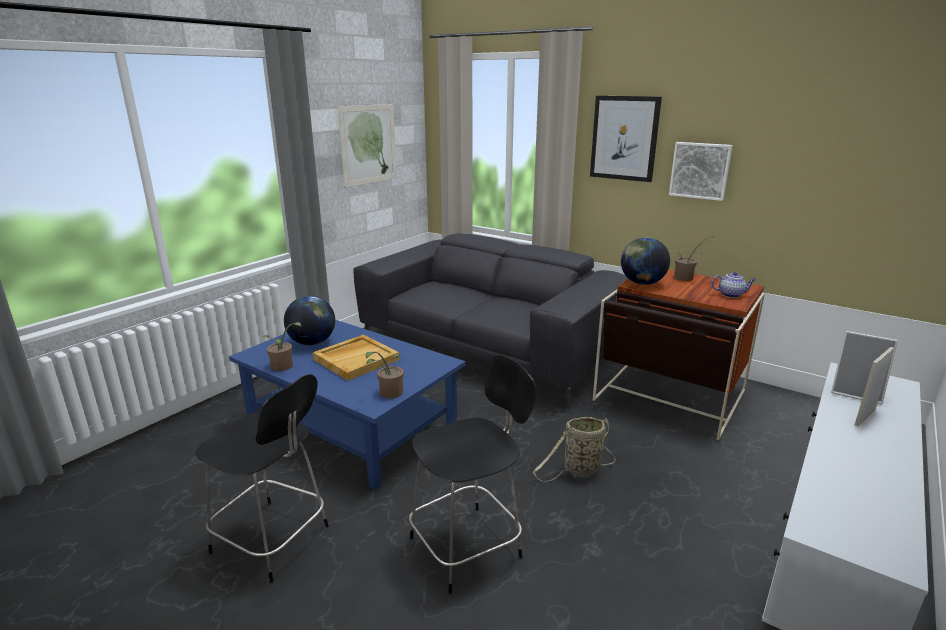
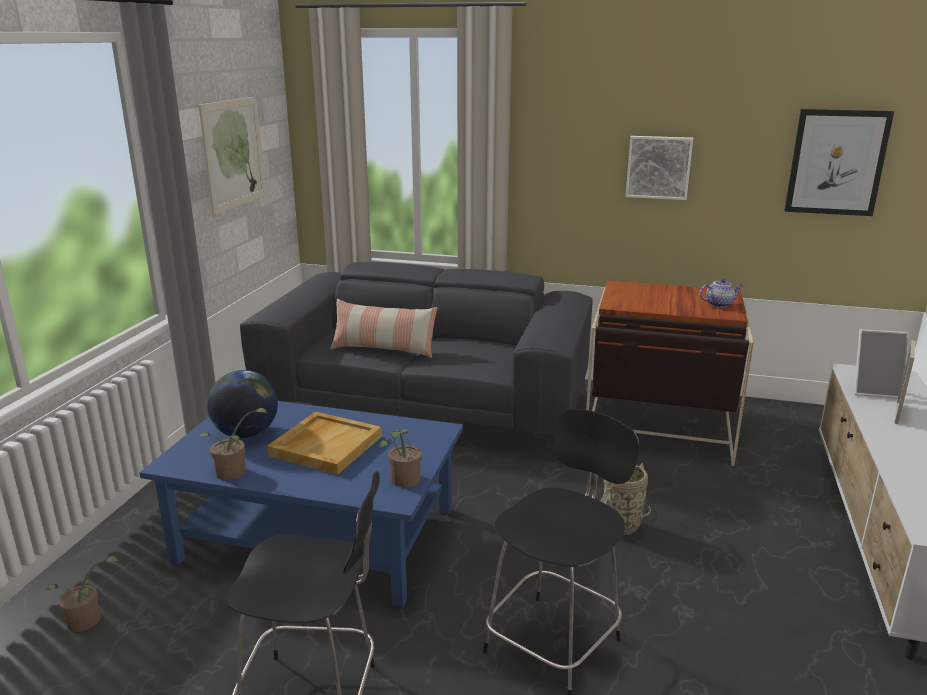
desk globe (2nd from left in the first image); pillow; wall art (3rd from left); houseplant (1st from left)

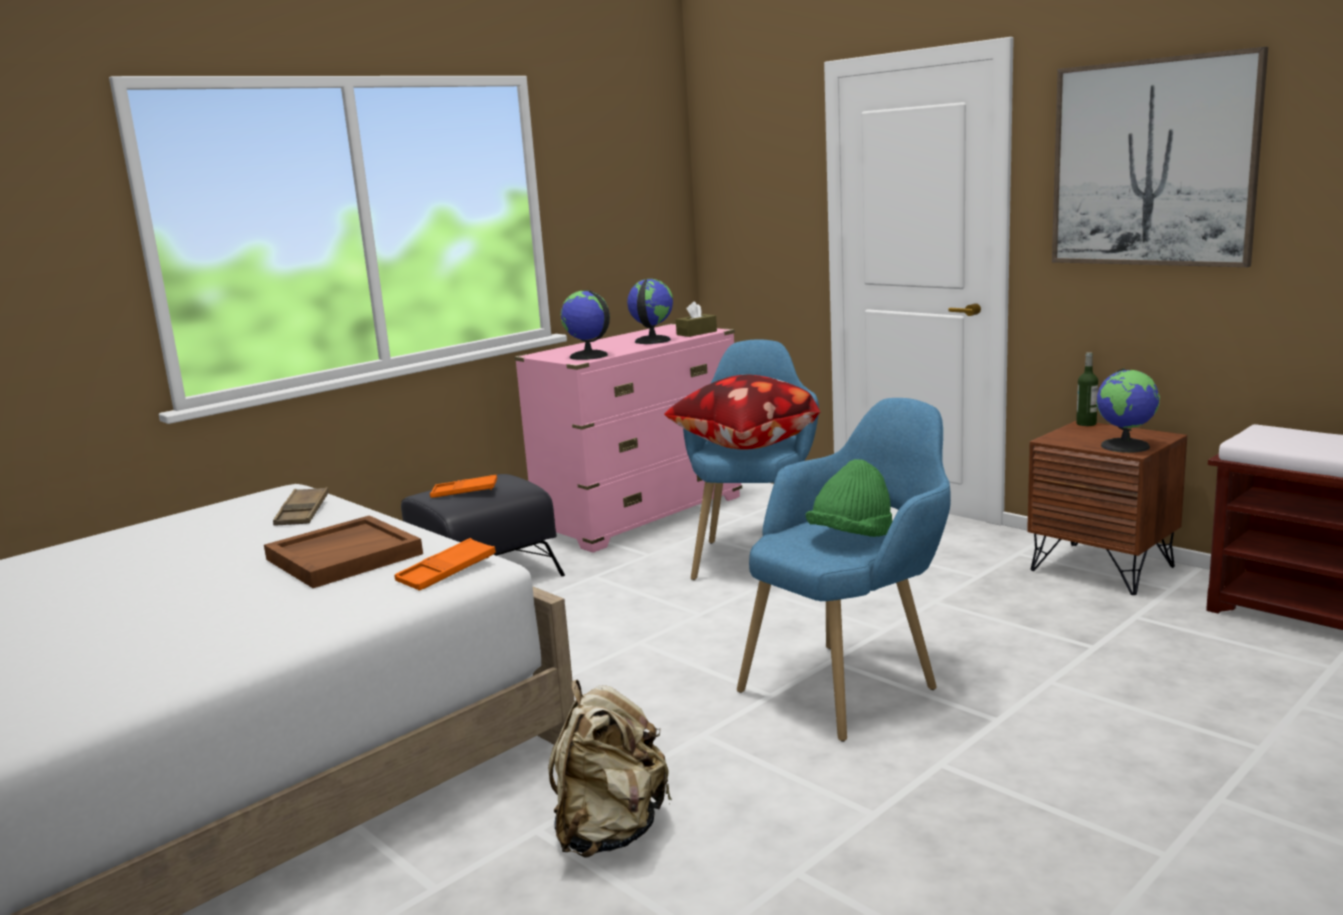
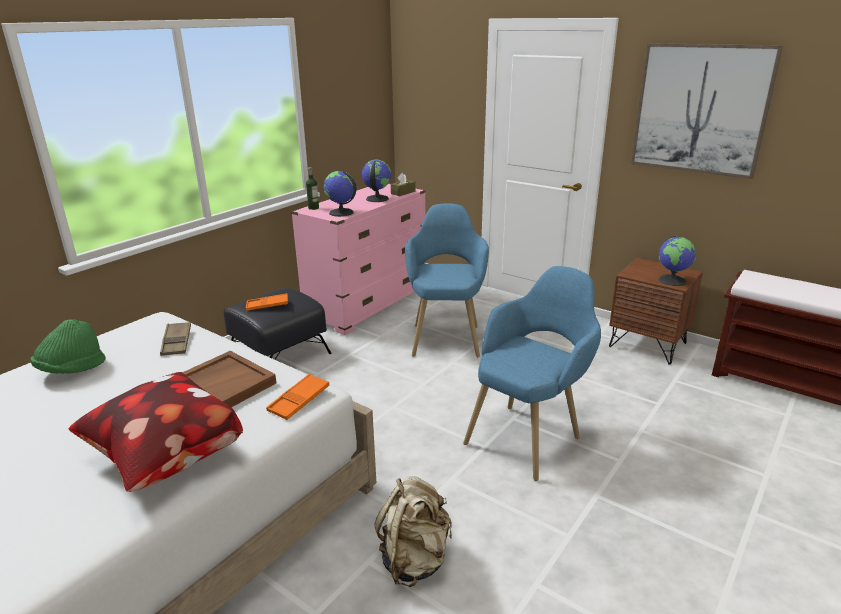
pillow; green-coloured wearable hat; drink bottle

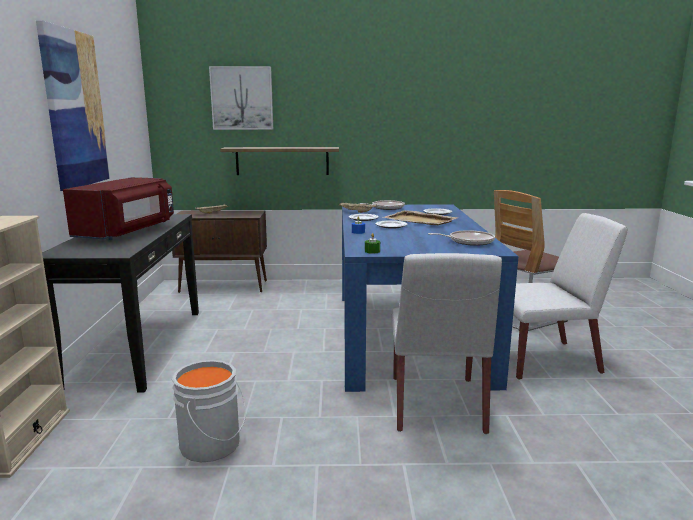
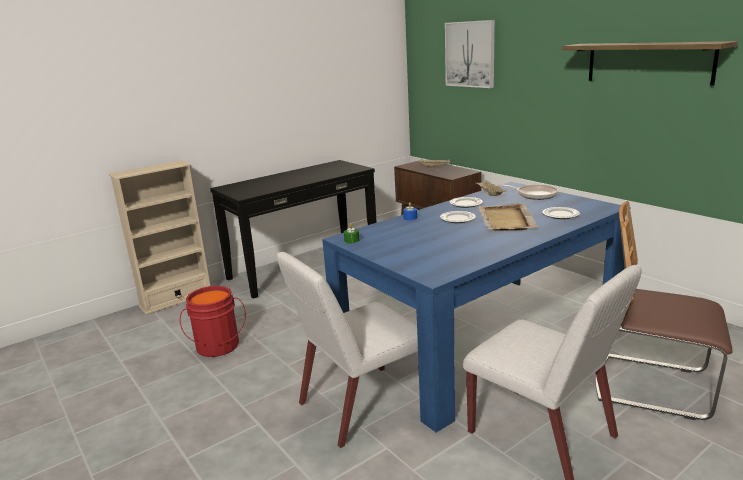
wall art (1st from left in the first image); reddish microwave oven; pan (2nd from left in the first image); bracket shelf; reddish water bucket

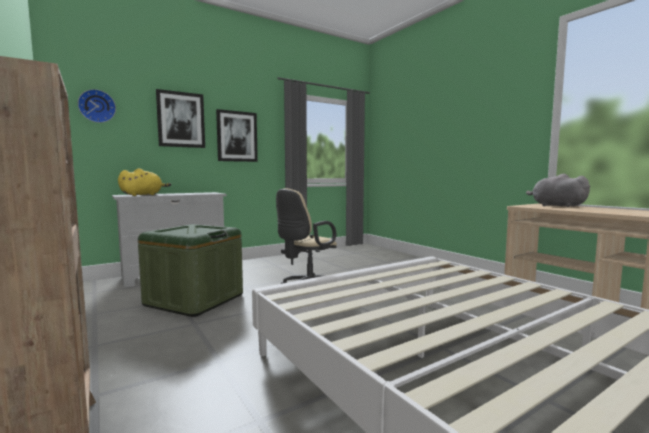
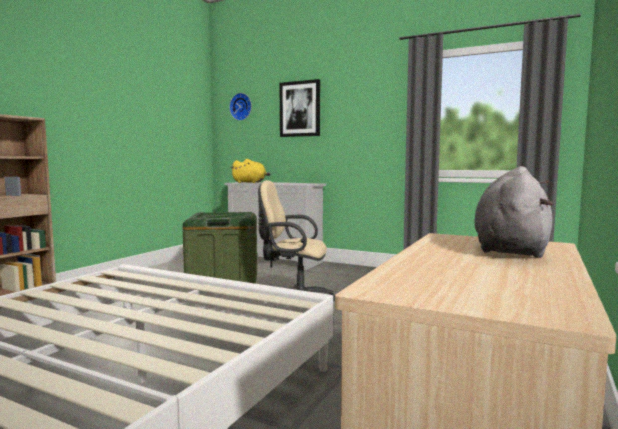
wall art (2nd from left in the first image)

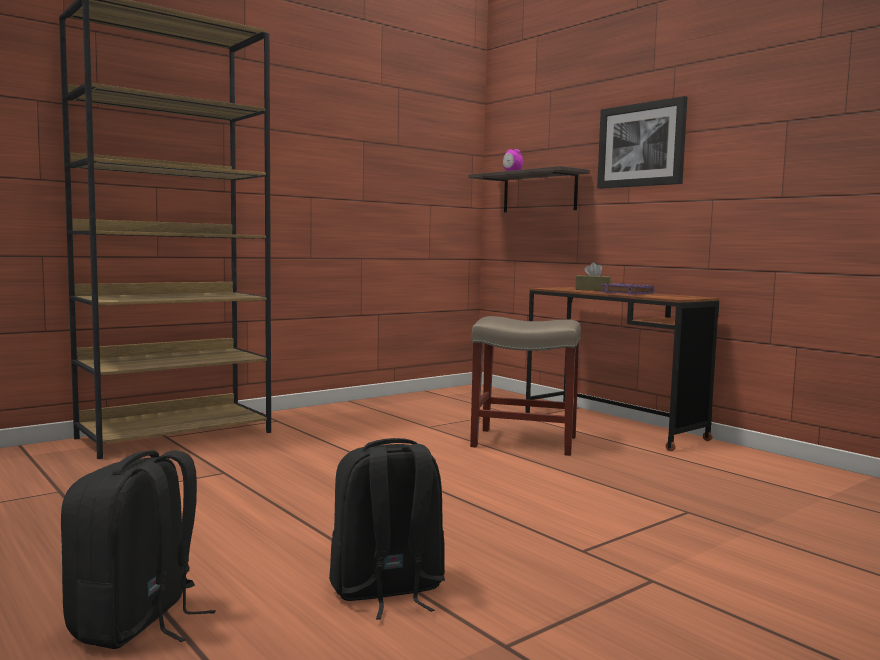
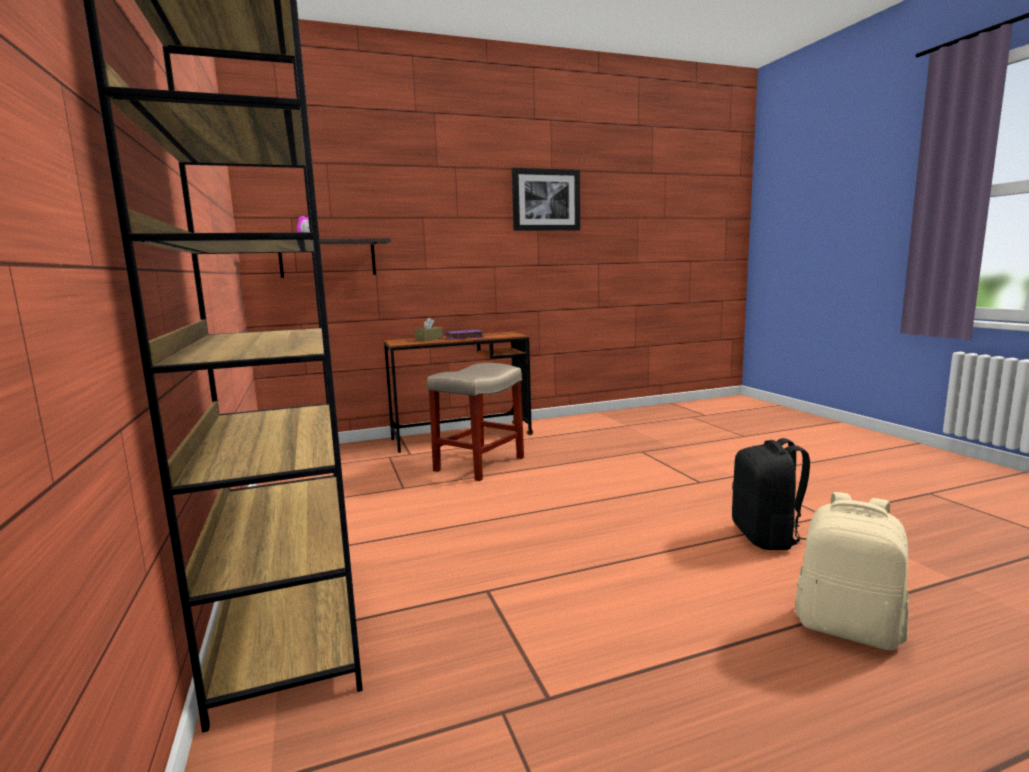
wall art; beige-coloured backpack

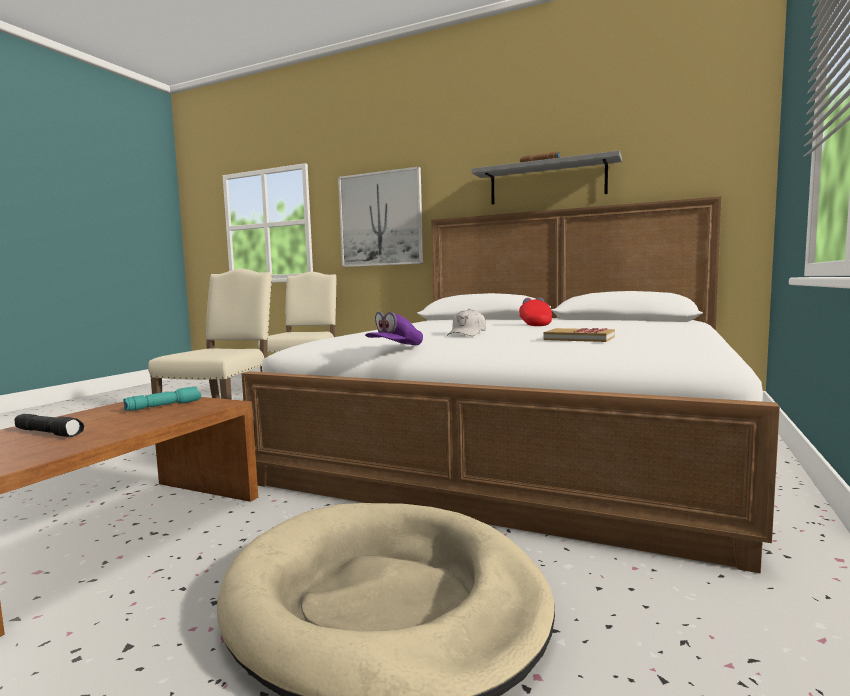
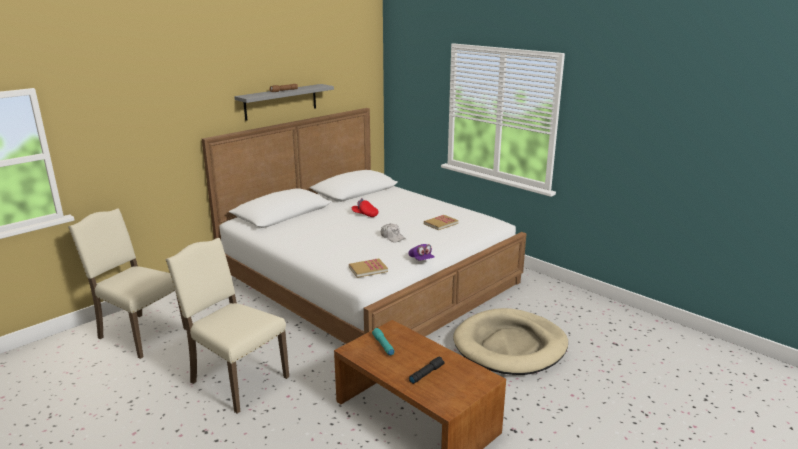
wall art; volume (1st from left)

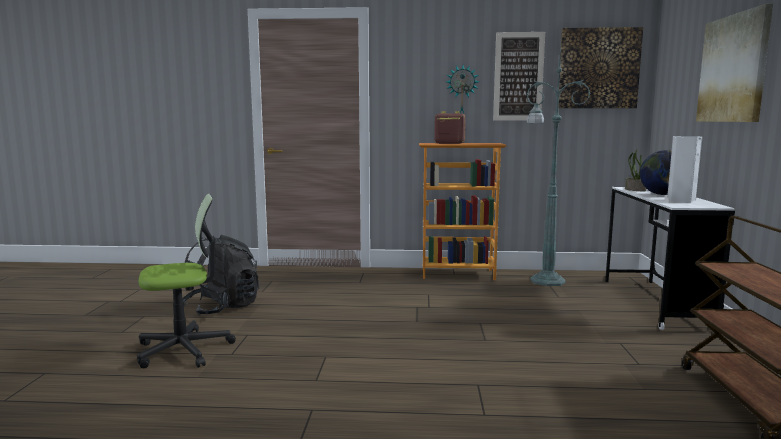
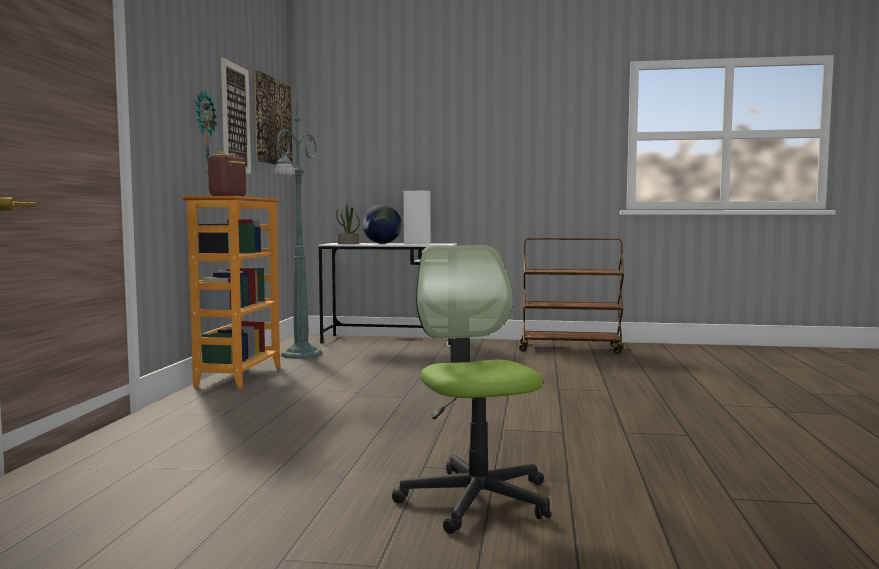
blackish backpack; wall art (3rd from left in the first image)

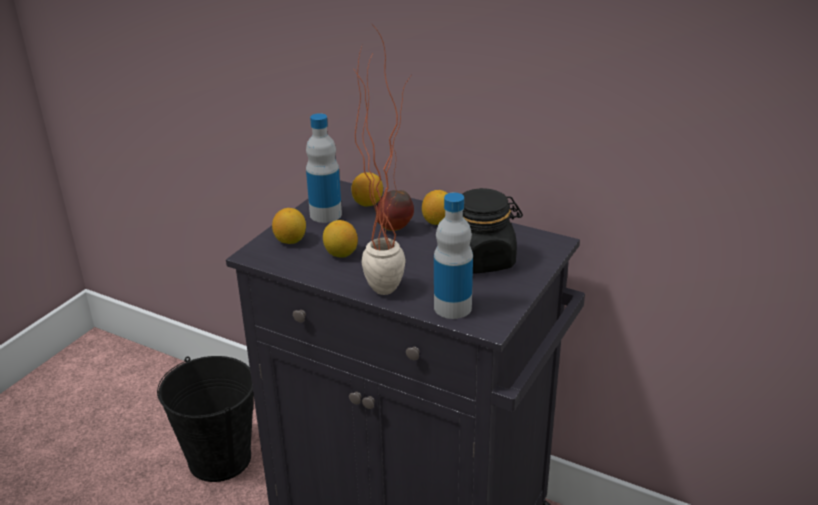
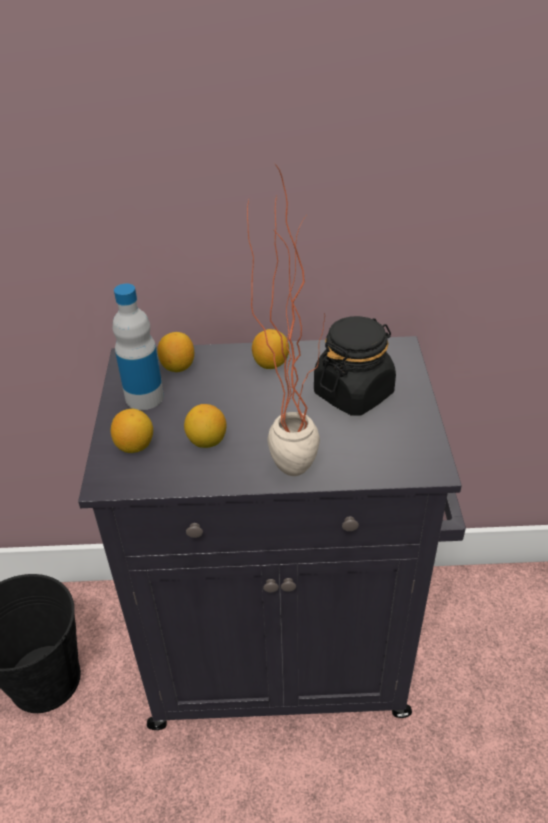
whole apple; drink bottle (2nd from left in the first image)

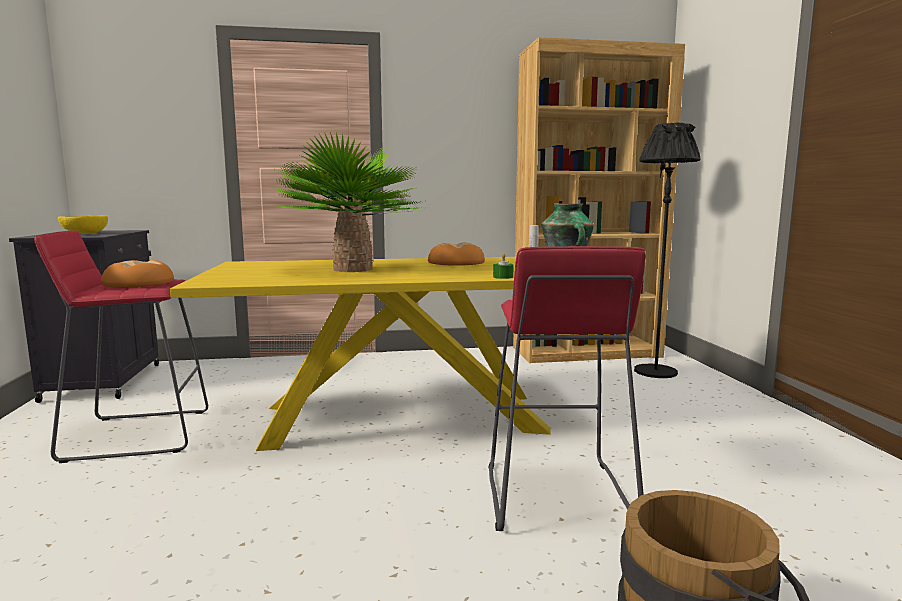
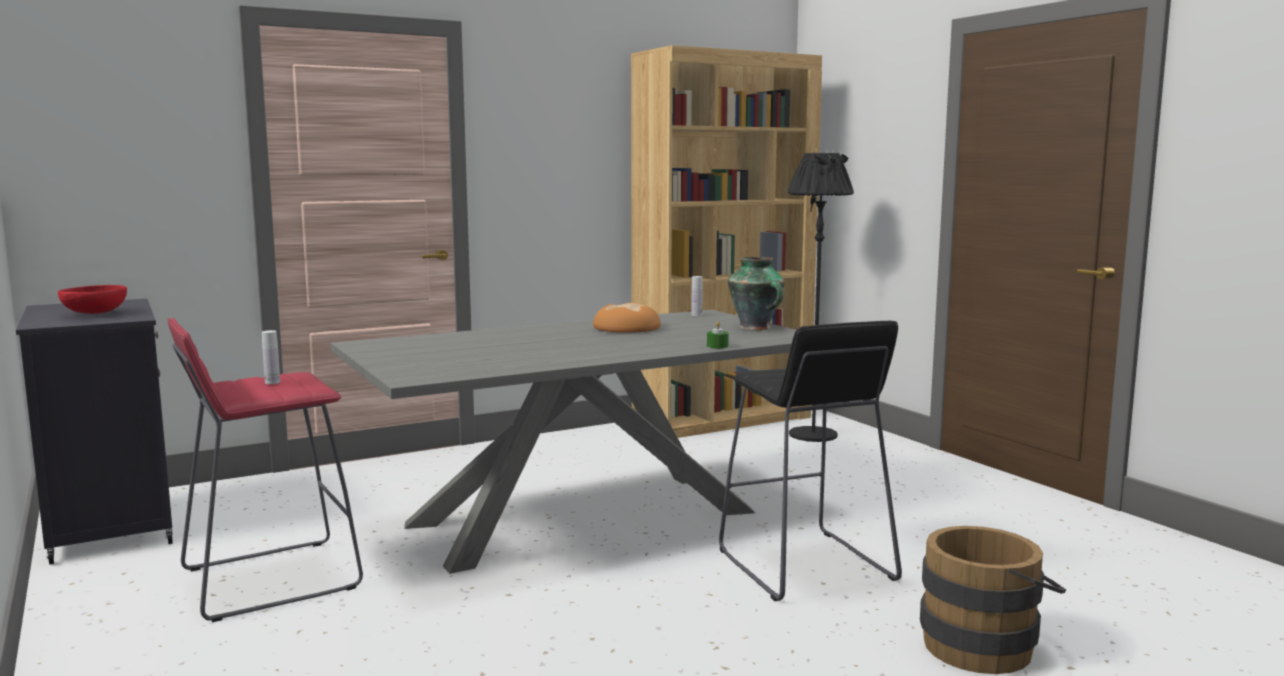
houseplant; white-coloured drink bottle (1st from left); reddish bowl; grey kitchen table; blackish stool seat

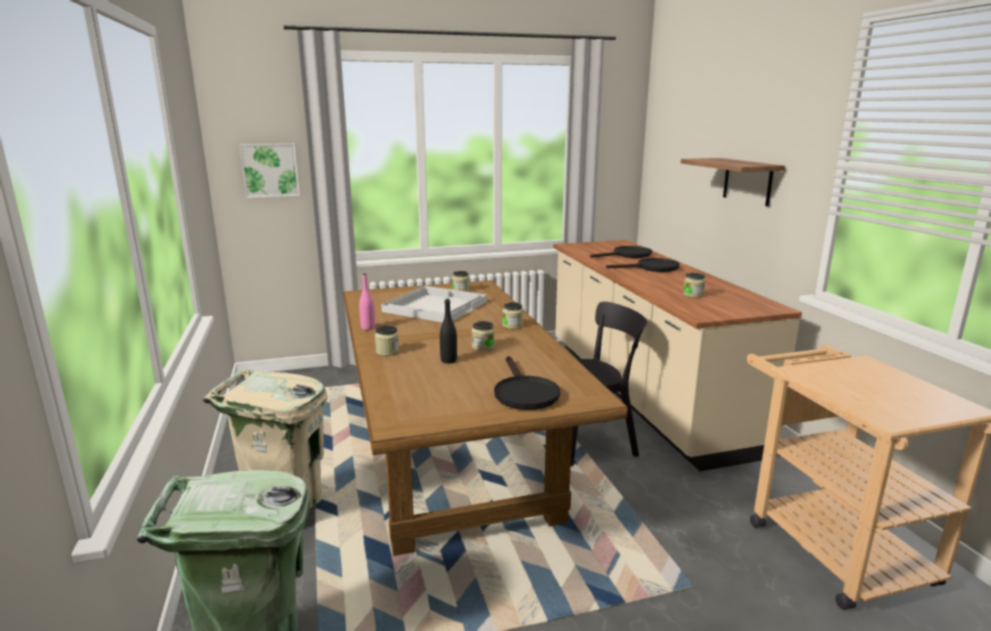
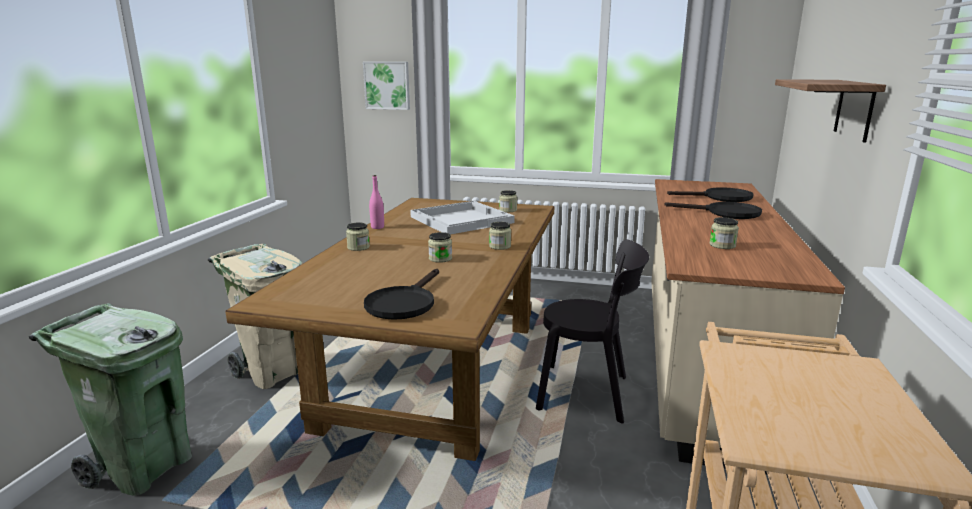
blackish drink bottle

